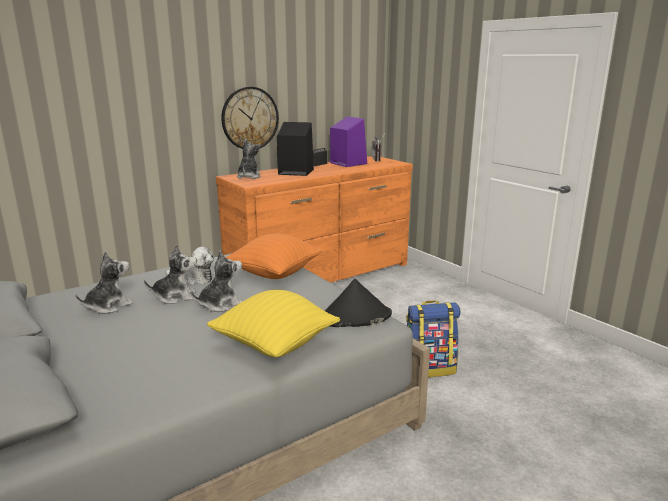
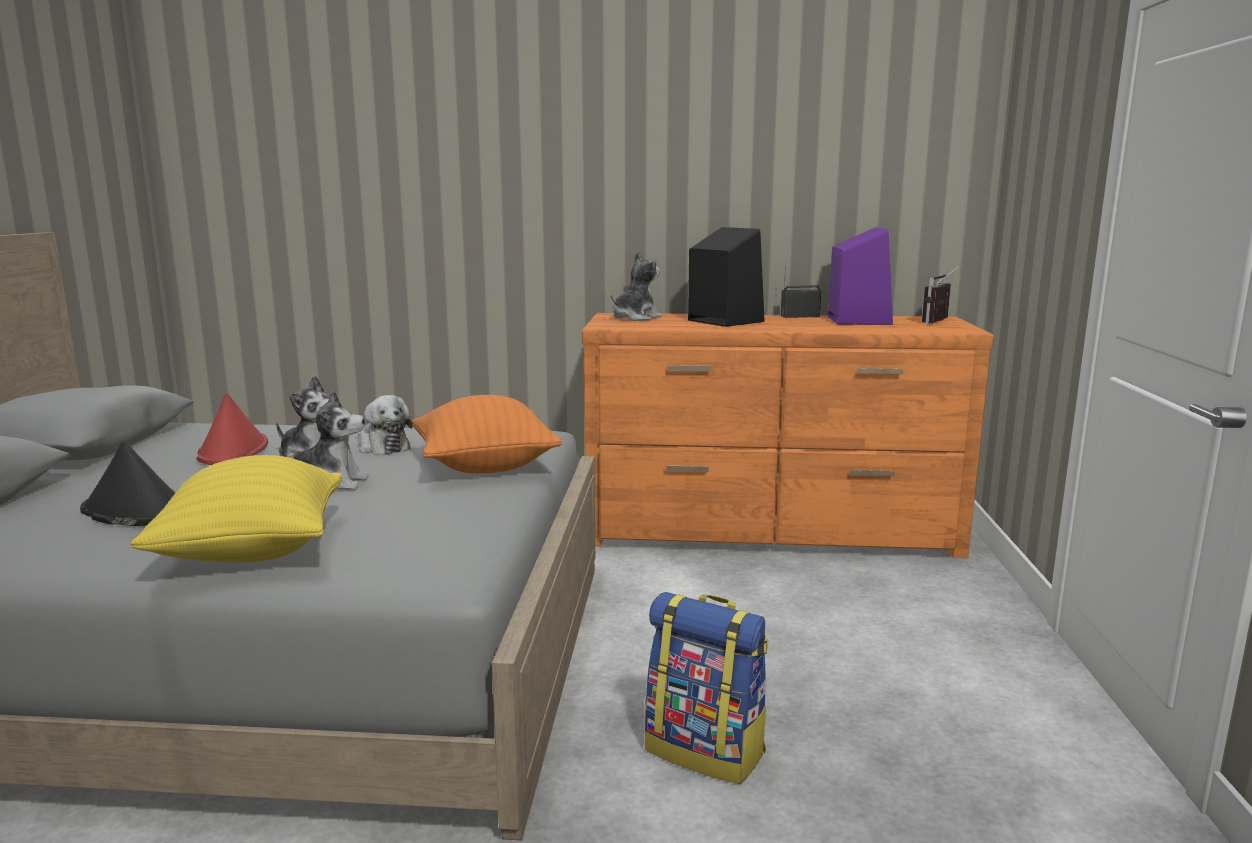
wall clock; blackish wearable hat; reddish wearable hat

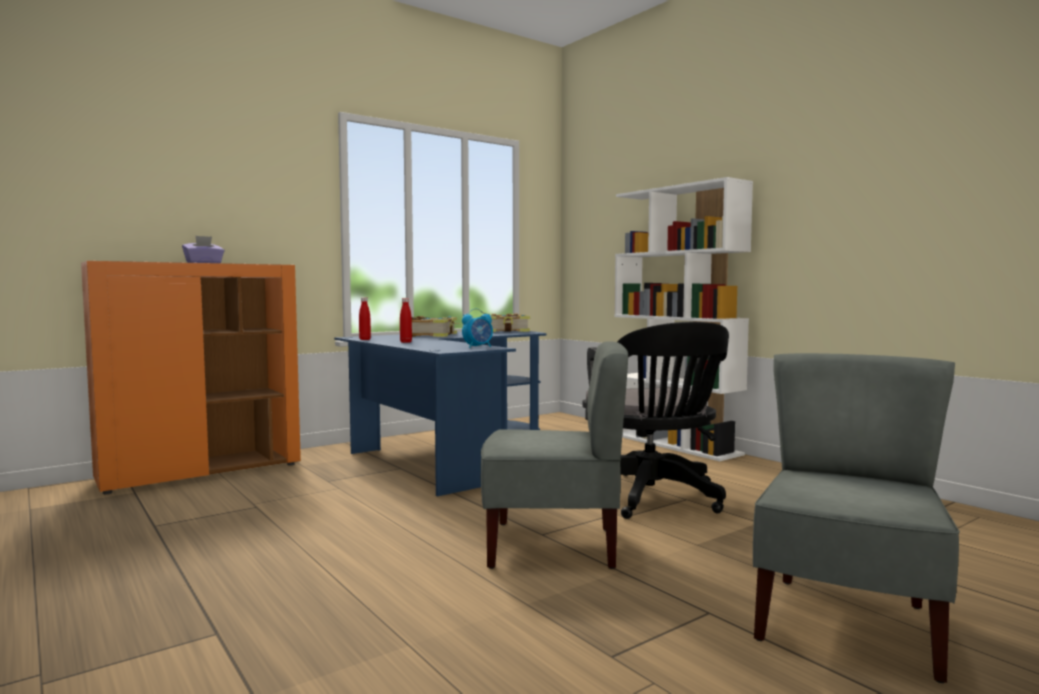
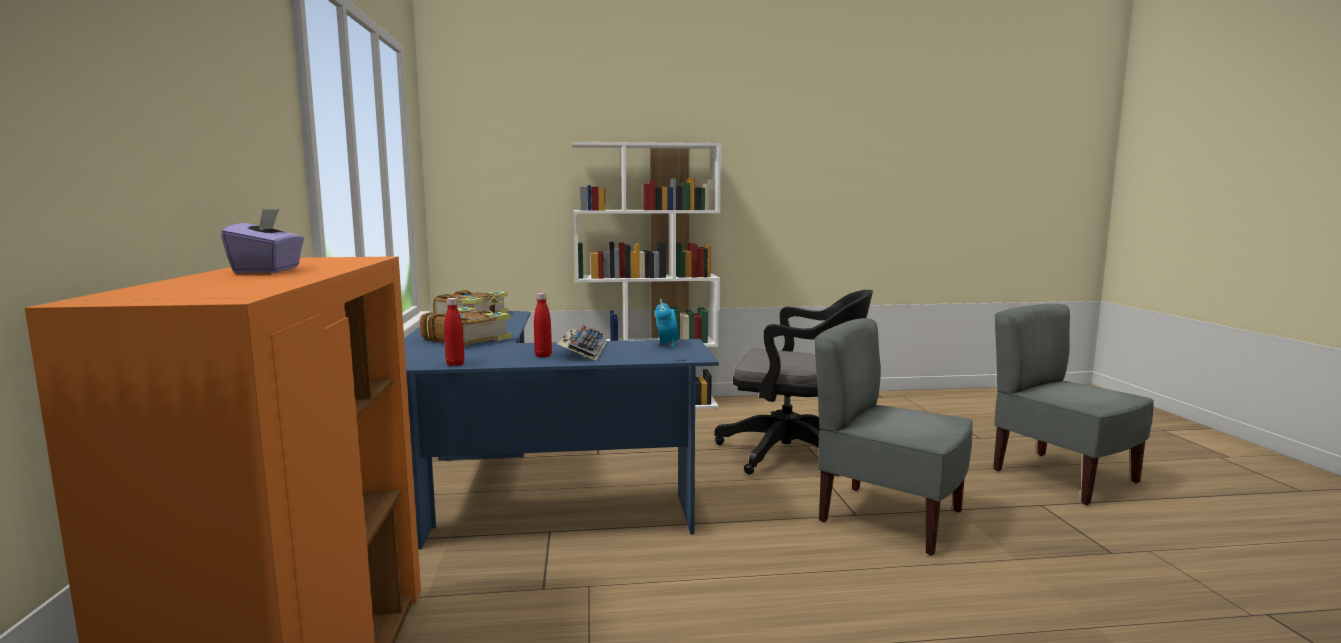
PC keyboard; grey upright chair (1st from left)

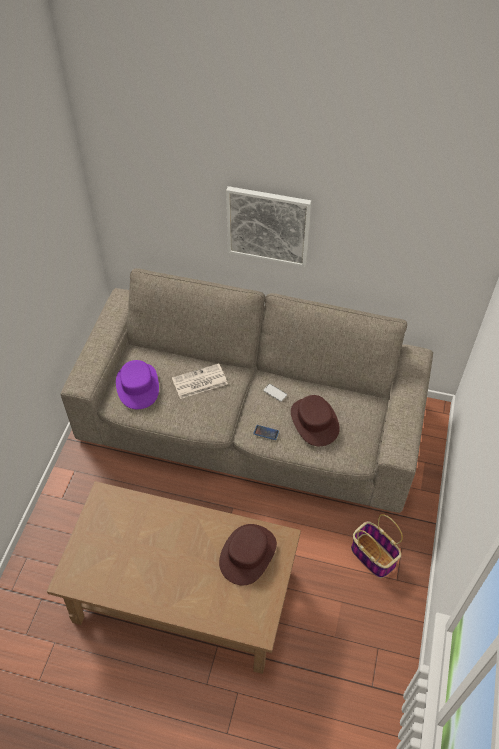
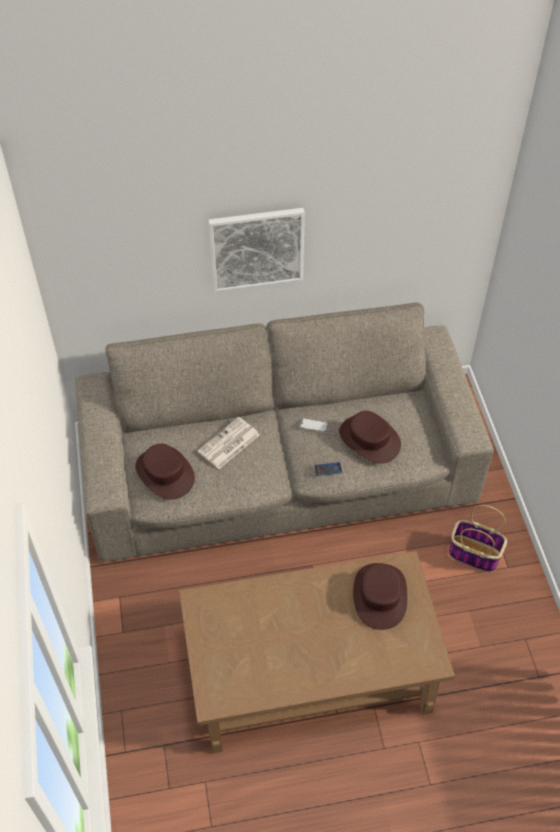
brown wearable hat (1st from left)

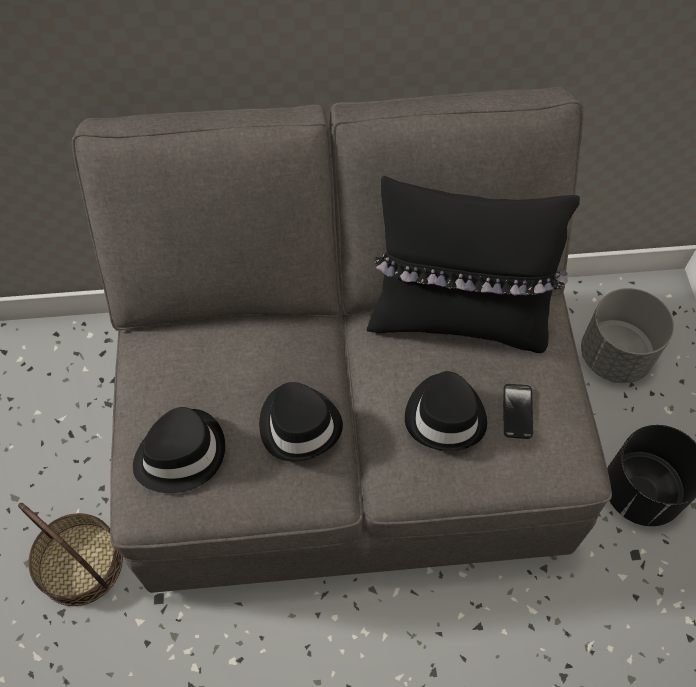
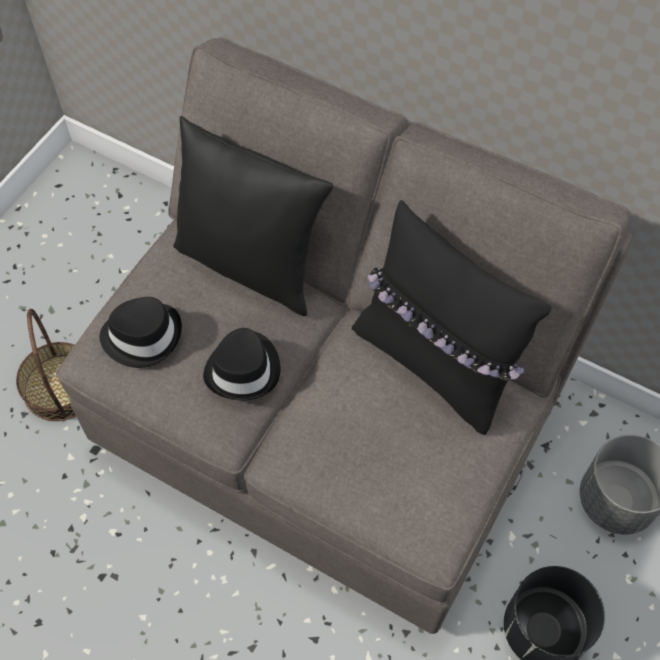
blackish wearable hat (3rd from left in the first image); telephone; blackish pillow (1st from left)

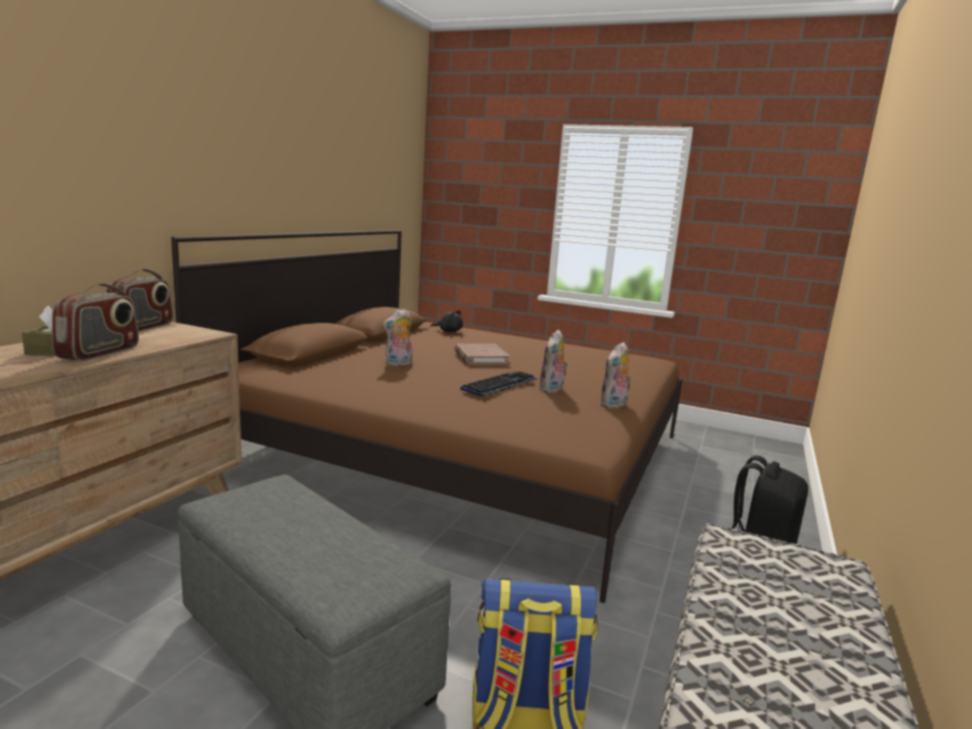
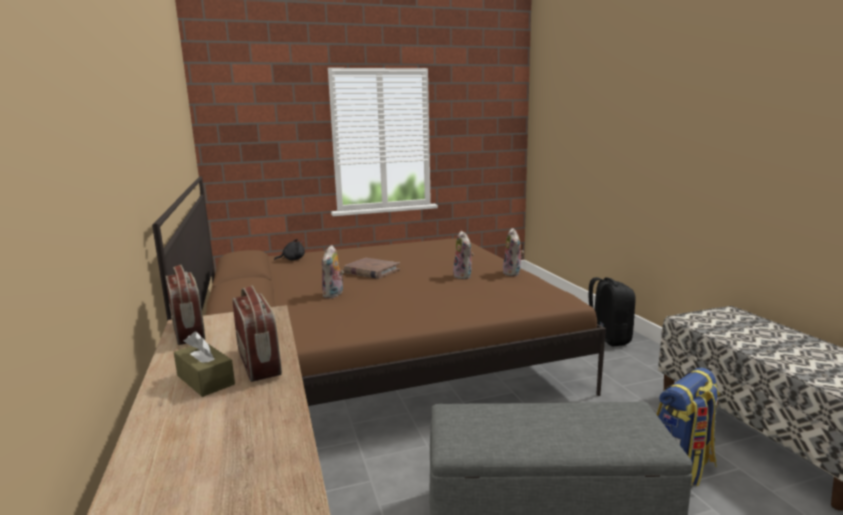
PC keyboard

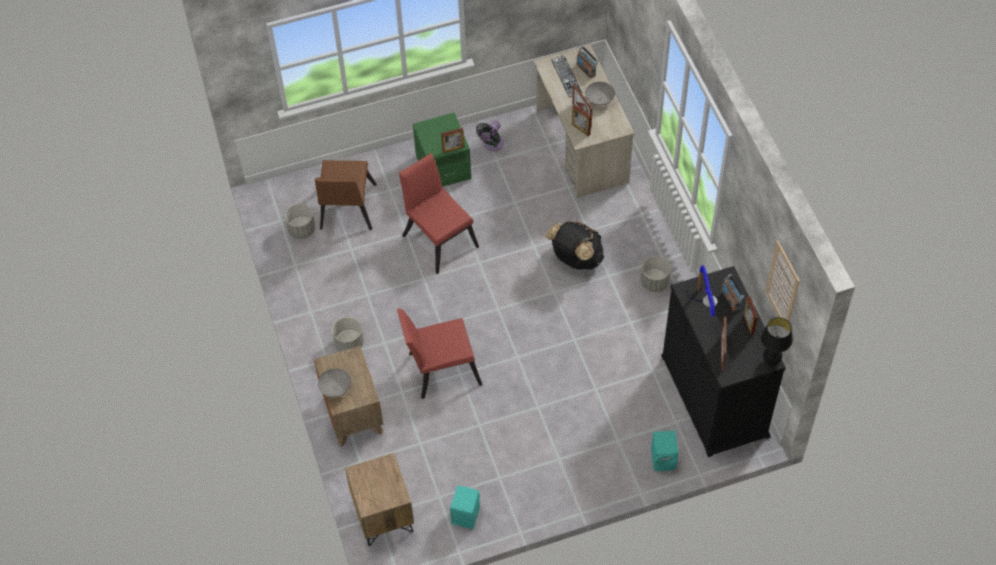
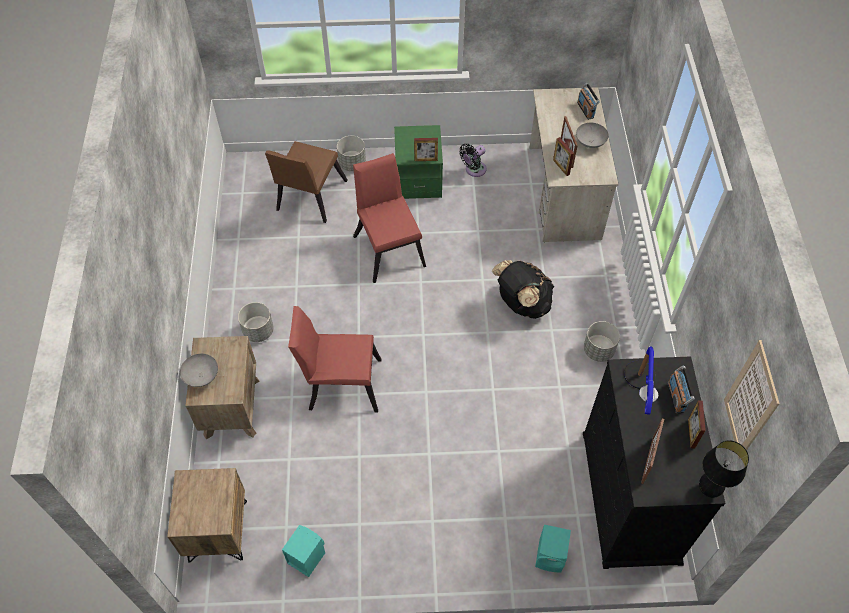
PC keyboard; grey plant pot (2nd from left)

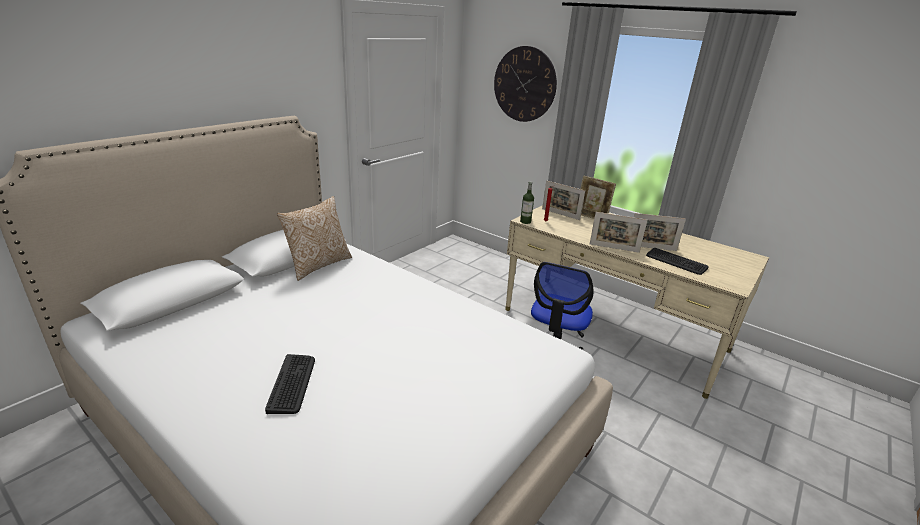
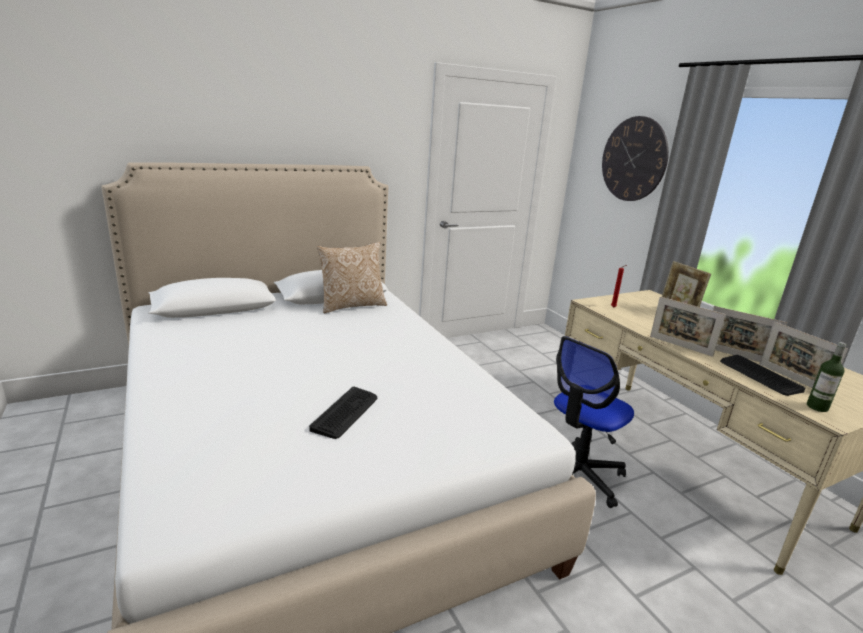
PC keyboard (1st from left); drink bottle; picture frame (4th from left)

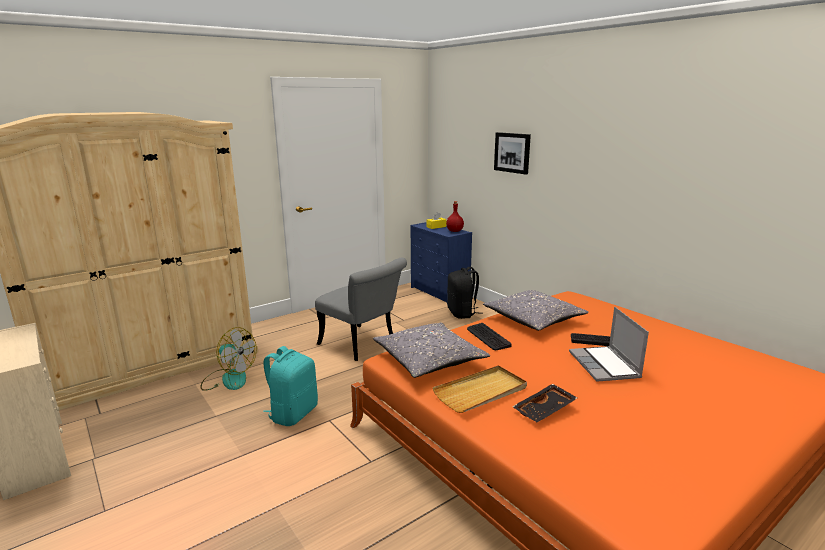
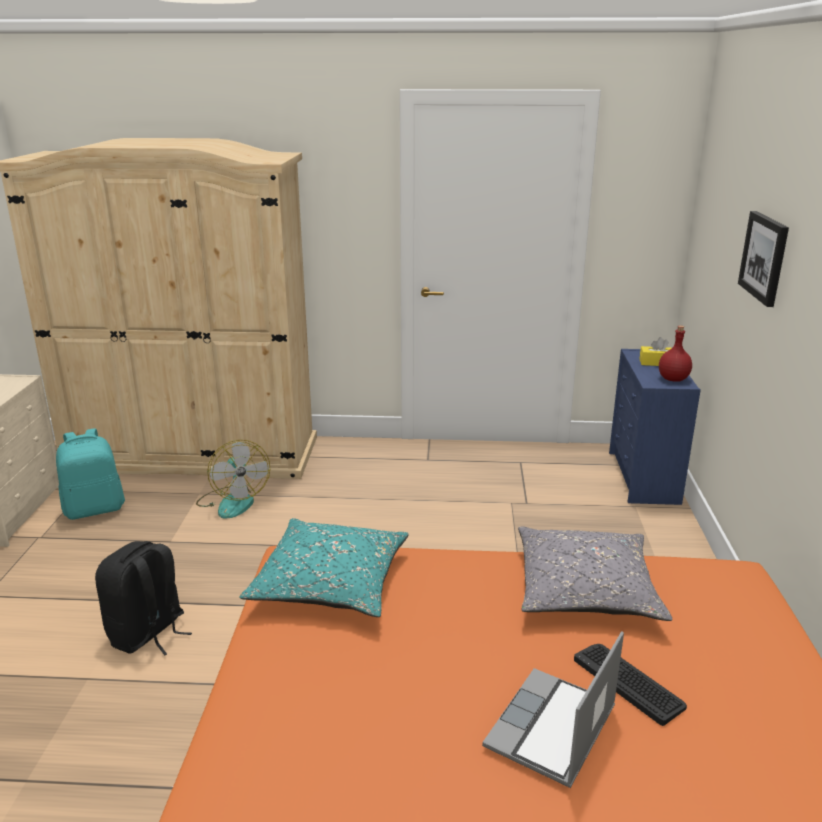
grey upright chair; beige-coloured carrying tray; PC keyboard (1st from left in the first image); blackish carrying tray; blue-green backpack; blackish backpack; blue-green pillow

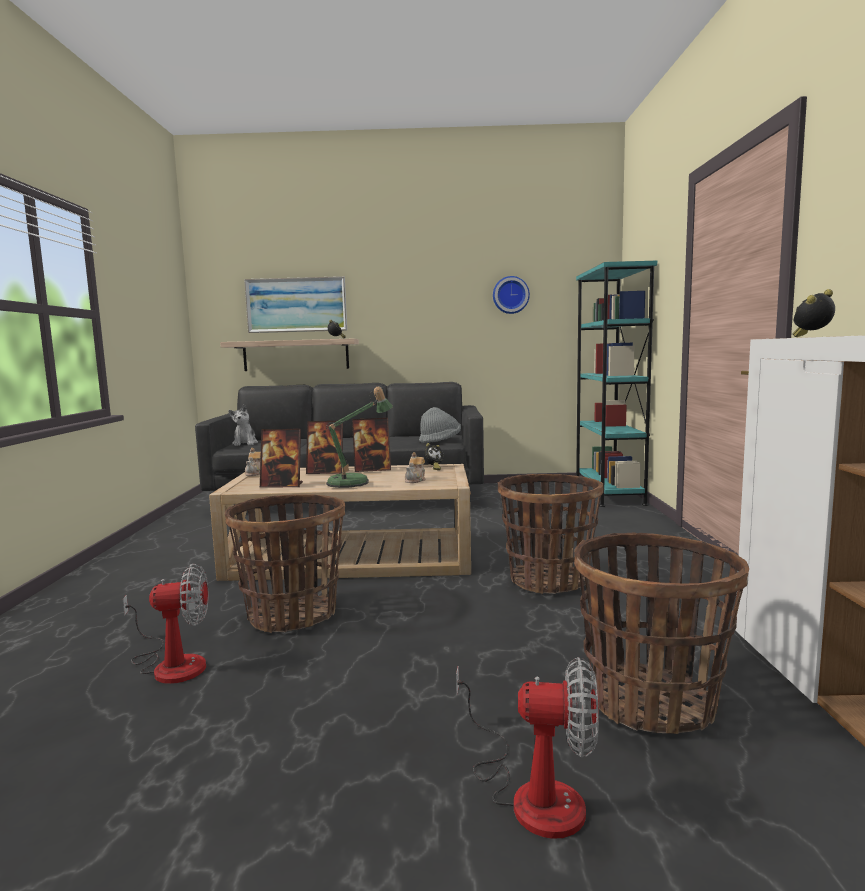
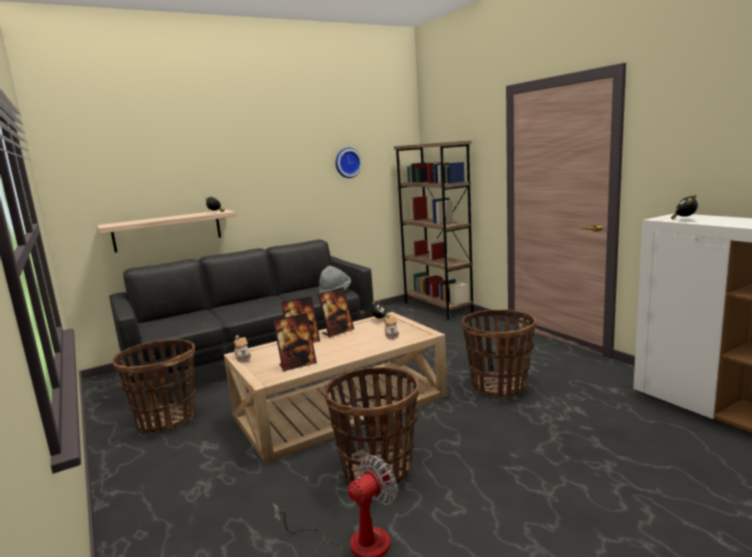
soft toy; wall art; tabletop lamp; fan (2nd from left in the first image); household basket (1st from left); brown bookcase

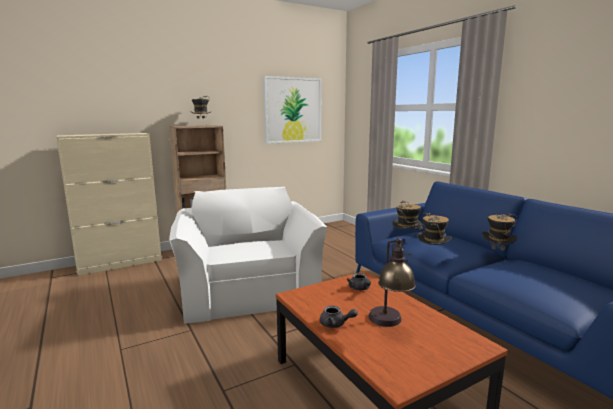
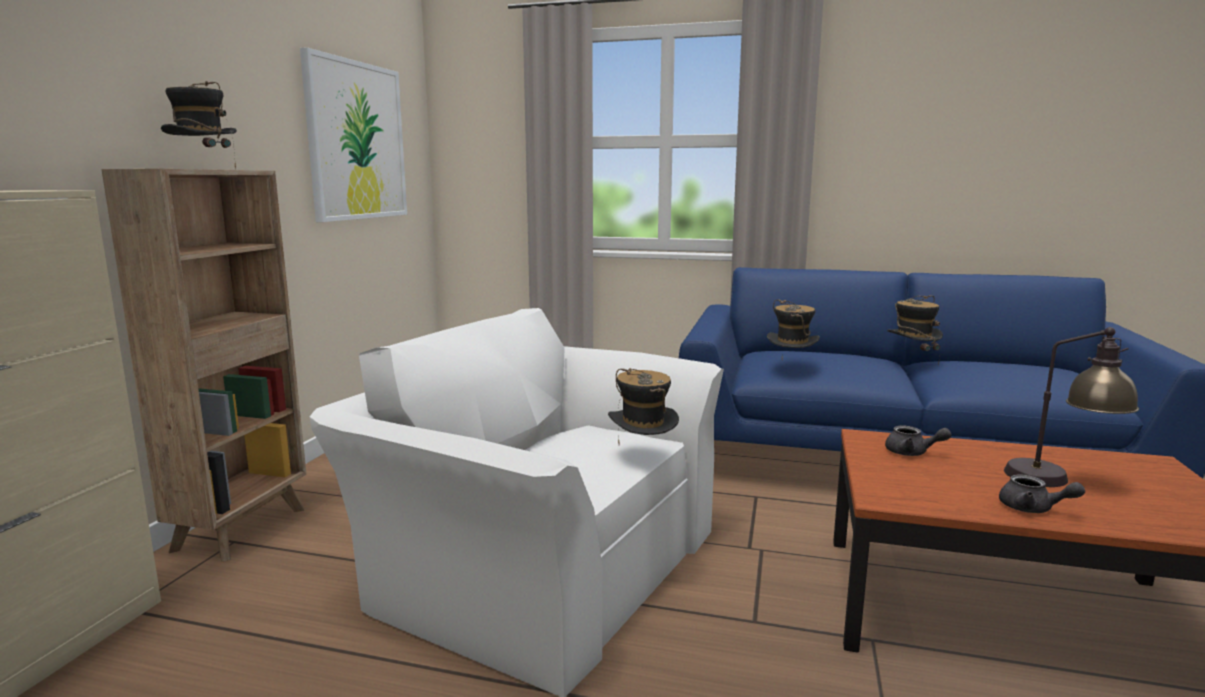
wearable hat (2nd from left); grey teapot (2nd from left)

